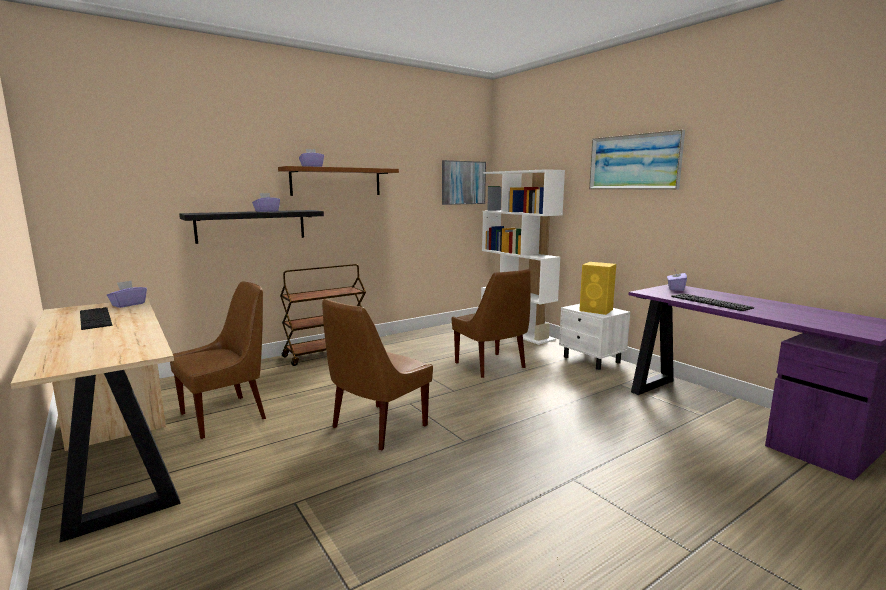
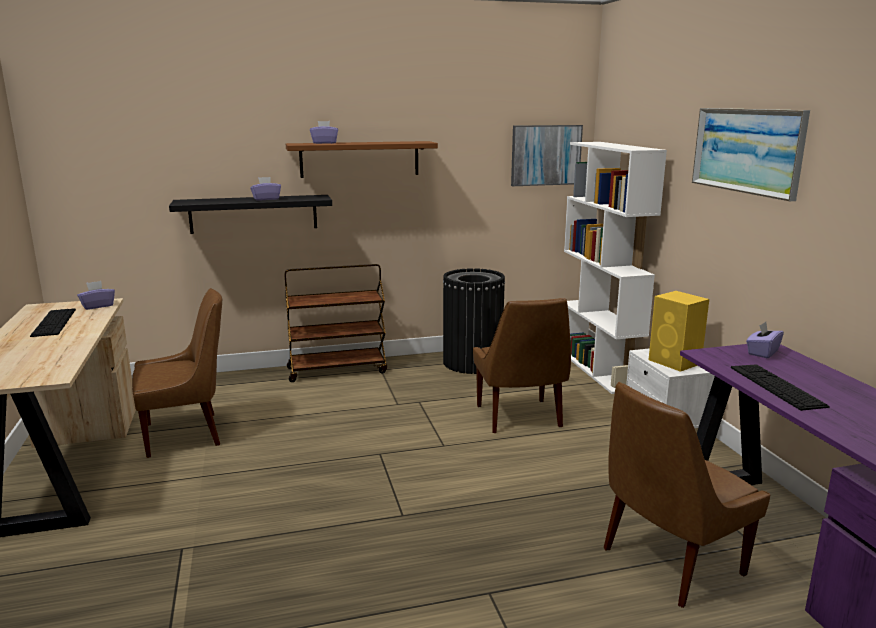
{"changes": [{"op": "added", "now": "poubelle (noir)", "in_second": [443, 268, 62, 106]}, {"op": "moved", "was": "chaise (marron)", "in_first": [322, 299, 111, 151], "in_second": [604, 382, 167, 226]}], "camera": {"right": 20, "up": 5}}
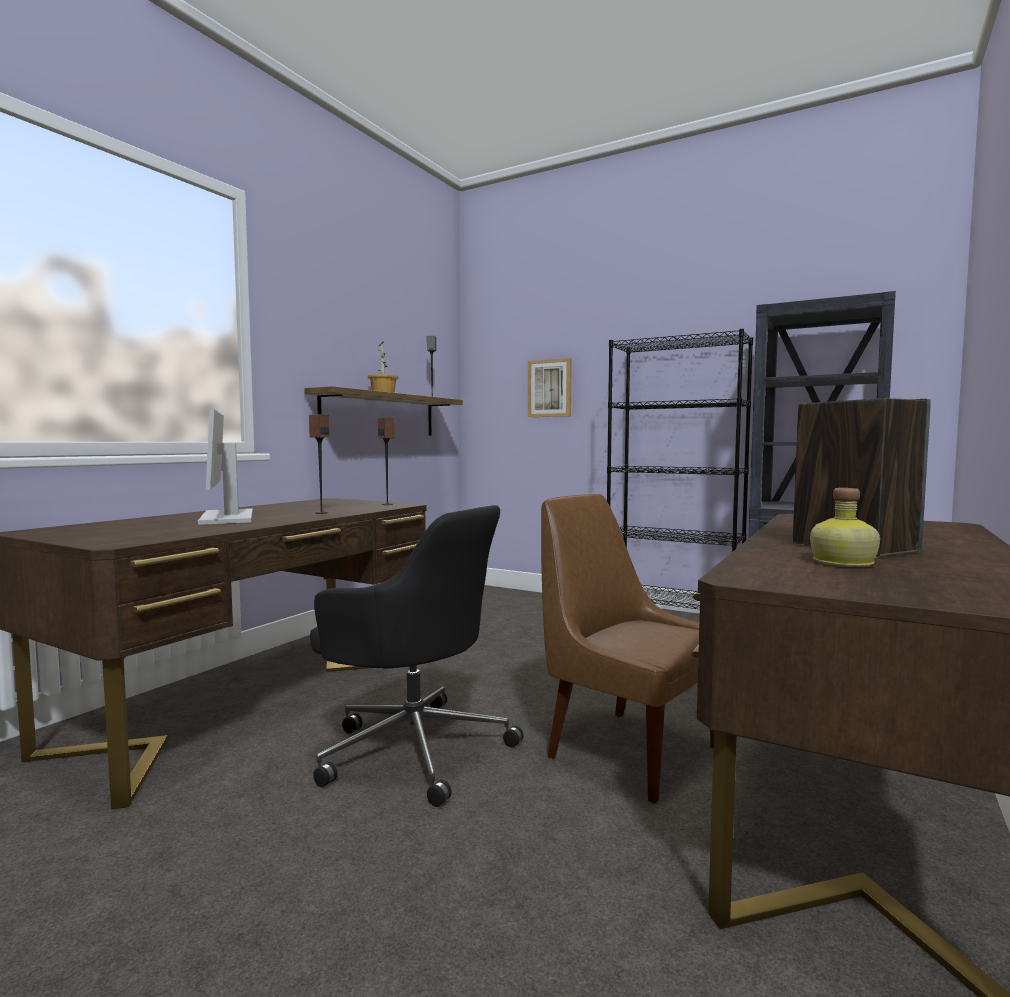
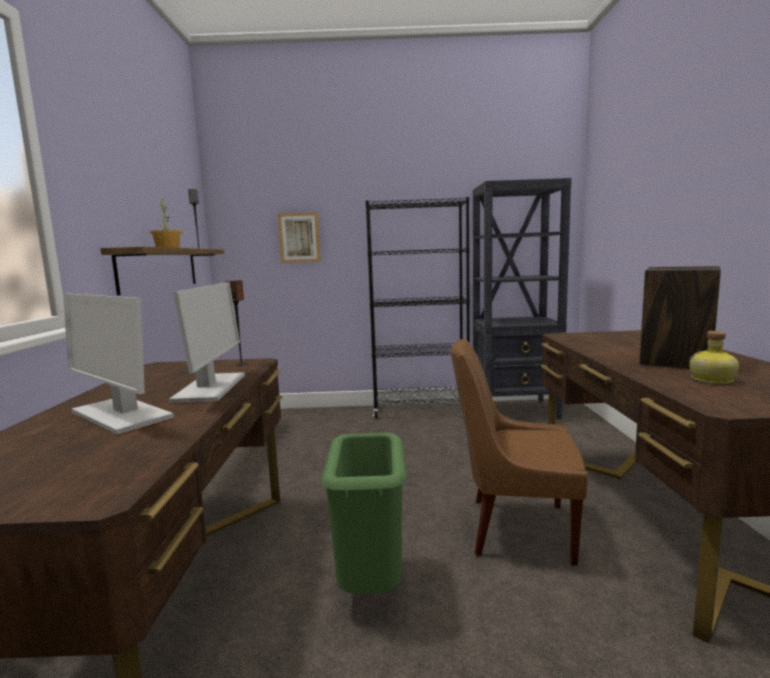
{"changes": [{"op": "replaced", "was": "enceinte", "now": "écran d'ordinateur", "in_first": [309, 414, 20, 100], "in_second": [169, 282, 76, 121]}, {"op": "replaced", "was": "chaise de bureau (noir)", "now": "poubelle (vert)", "in_first": [310, 505, 214, 302], "in_second": [321, 433, 86, 161]}], "camera": {"right": -30, "up": 5}}
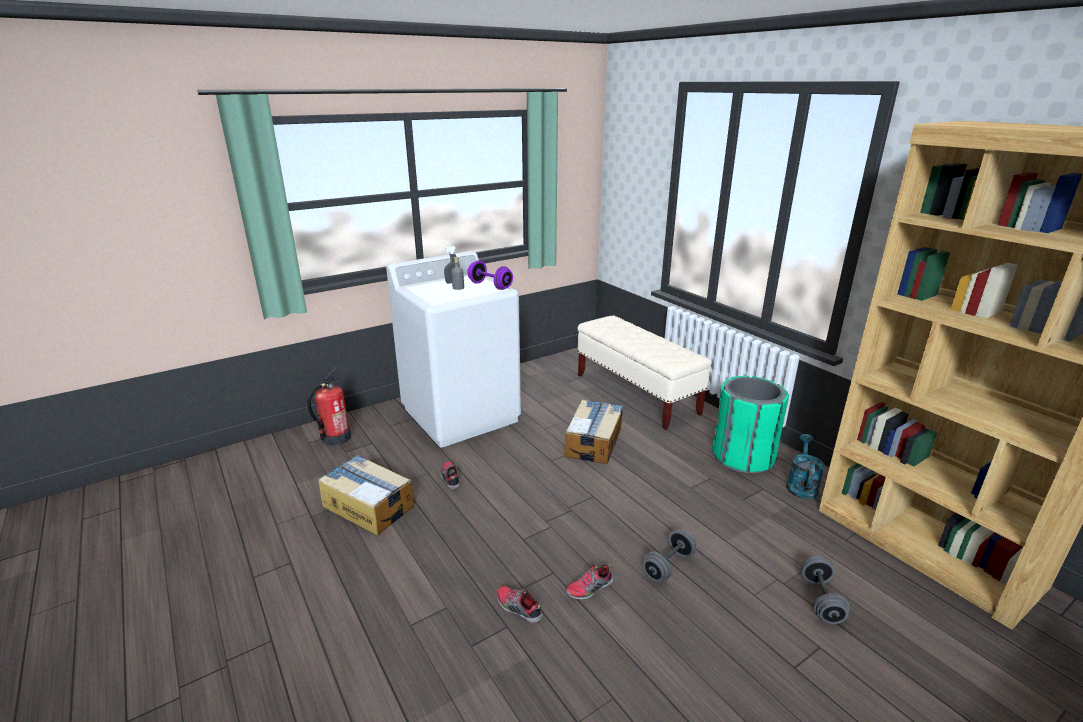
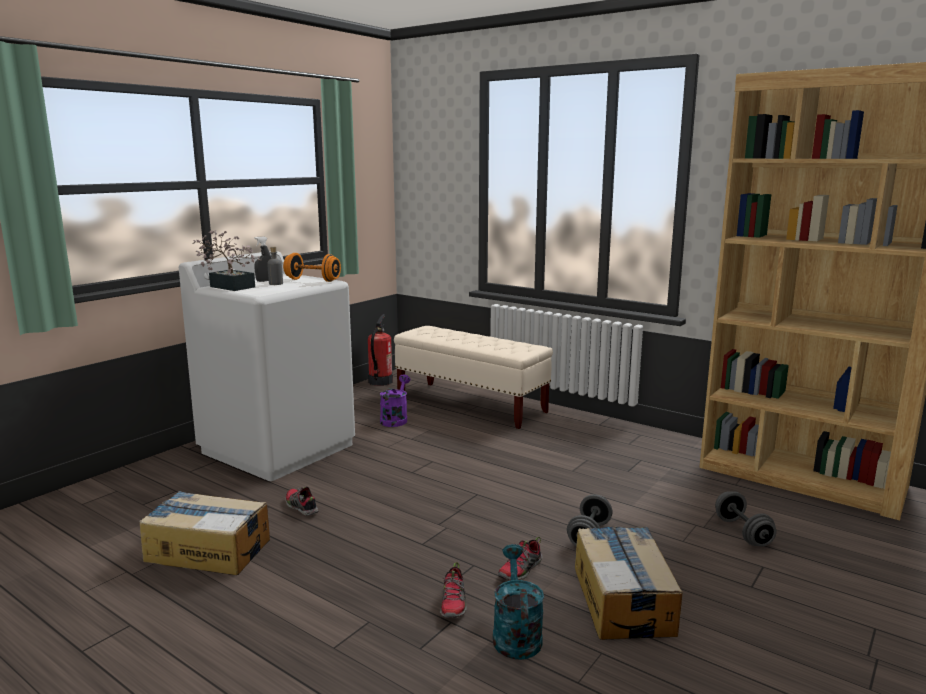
{"changes": [{"op": "removed", "was": "poubelle (vert)", "in_first": [712, 376, 77, 97]}, {"op": "added", "now": "plante en pot", "in_second": [193, 230, 68, 61]}, {"op": "added", "now": "arrosoir (violet)", "in_second": [380, 374, 30, 53]}, {"op": "moved", "was": "extincteur", "in_first": [307, 365, 44, 81], "in_second": [368, 314, 25, 72]}, {"op": "moved", "was": "carton", "in_first": [564, 400, 59, 64], "in_second": [575, 526, 107, 114]}, {"op": "moved", "was": "arrosoir (turquoise)", "in_first": [786, 434, 39, 65], "in_second": [493, 544, 51, 116]}, {"op": "recoloured", "was": "haltère (violet)", "now": "haltère (orange)", "in_first": [467, 260, 46, 30], "in_second": [283, 253, 58, 29]}, {"op": "turned", "was": "chaussure", "in_first": [496, 586, 47, 37], "in_second": [440, 562, 27, 56], "clockwise": -105}], "camera": {"right": -20, "up": -10}}
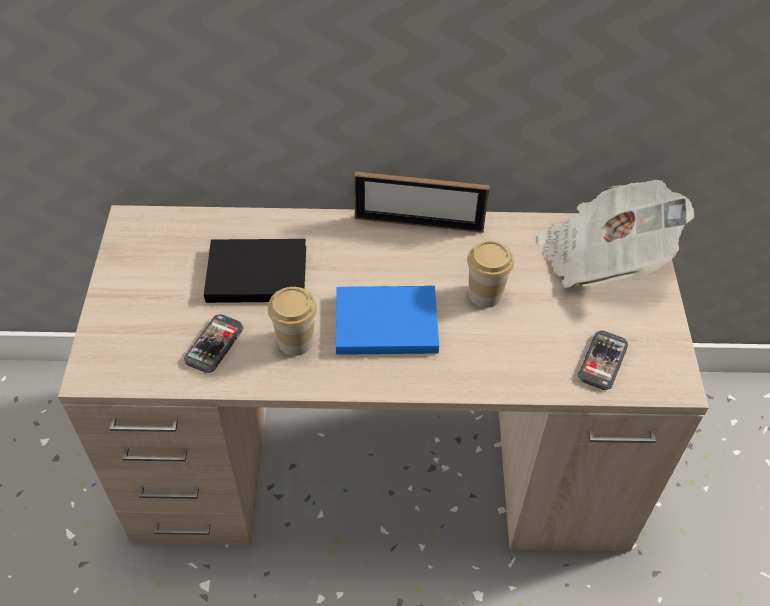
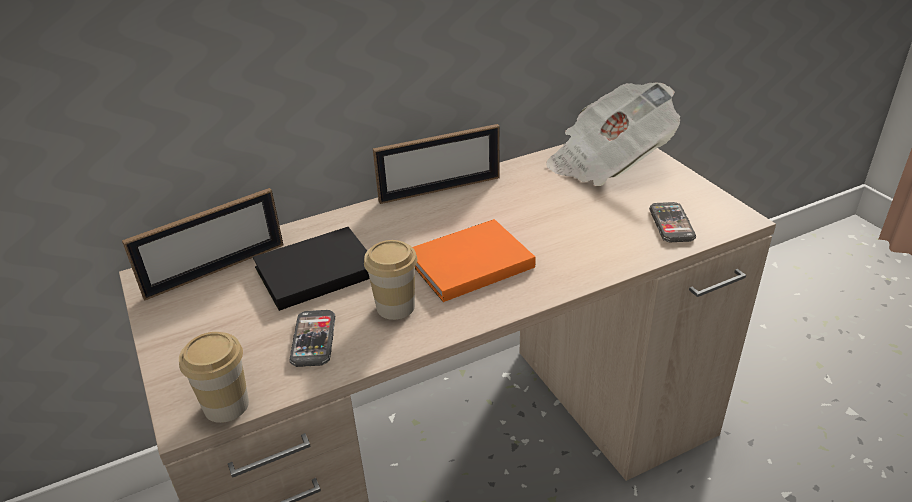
{"changes": [{"op": "added", "now": "cadre photo", "in_second": [122, 188, 161, 112]}, {"op": "moved", "was": "tasse", "in_first": [467, 241, 47, 67], "in_second": [179, 332, 70, 91]}, {"op": "recoloured", "was": "livre (bleu)", "now": "livre (orange)", "in_first": [336, 286, 103, 69], "in_second": [413, 219, 123, 83]}], "camera": {"right": -25, "up": -15}}
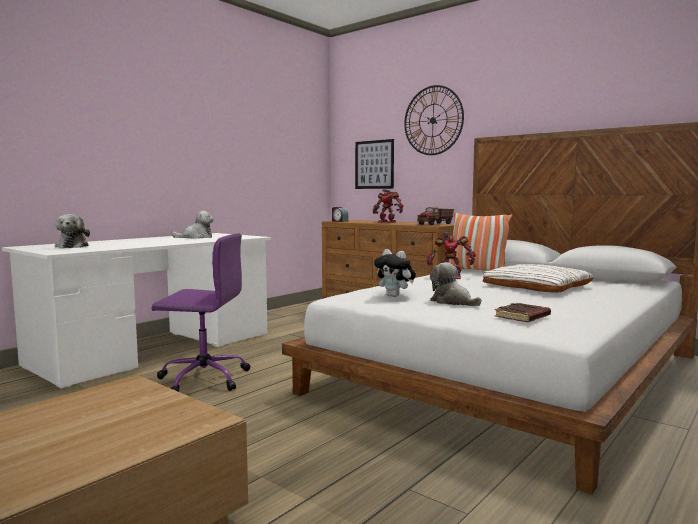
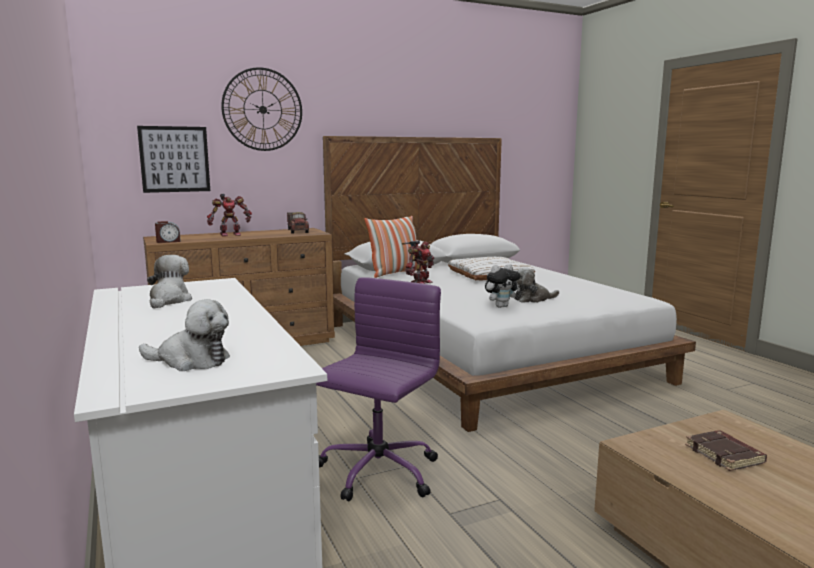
{"changes": [{"op": "moved", "was": "livre (marron)", "in_first": [495, 303, 56, 19], "in_second": [685, 430, 82, 41]}], "camera": {"right": -65, "up": 5}}
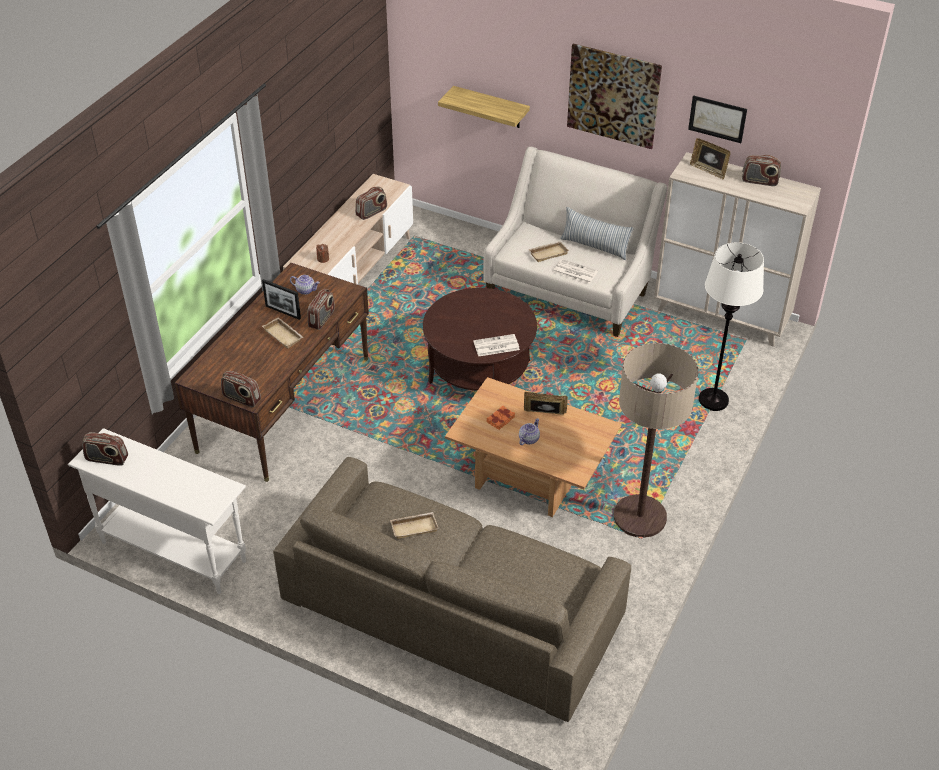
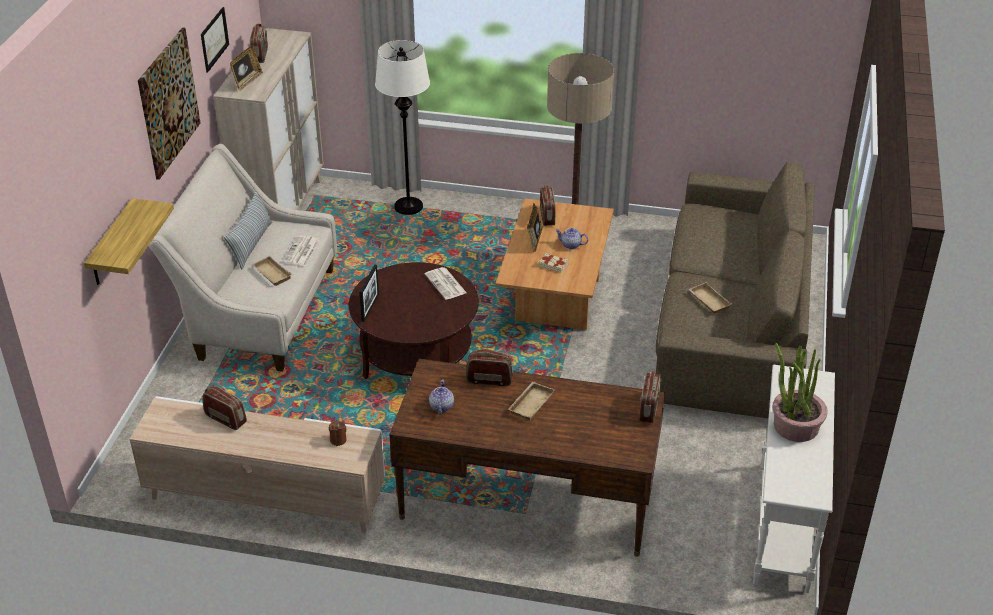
{"changes": [{"op": "added", "now": "plante en pot", "in_second": [773, 343, 55, 99]}, {"op": "moved", "was": "radio", "in_first": [82, 432, 46, 34], "in_second": [540, 185, 16, 41]}, {"op": "moved", "was": "cadre photo", "in_first": [262, 279, 39, 41], "in_second": [359, 264, 20, 58]}, {"op": "recoloured", "was": "livre (orange)", "now": "livre (beige)", "in_first": [487, 405, 28, 25], "in_second": [539, 253, 29, 20]}], "camera": {"right": -105, "up": -5}}
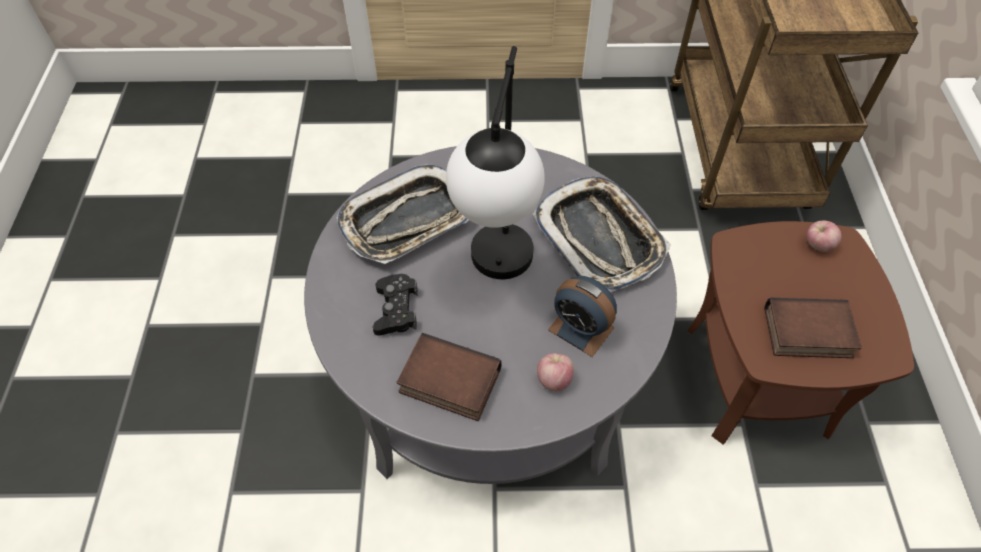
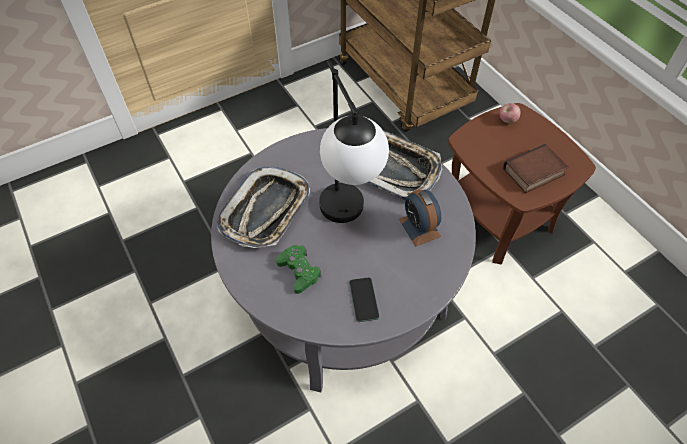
{"changes": [{"op": "removed", "was": "pomme", "in_first": [537, 353, 37, 38]}, {"op": "replaced", "was": "livre", "now": "téléphone", "in_first": [397, 333, 105, 88], "in_second": [349, 277, 31, 45]}, {"op": "recoloured", "was": "manette (noir)", "now": "manette (vert)", "in_first": [373, 274, 45, 62], "in_second": [276, 245, 46, 49]}, {"op": "turned", "was": "réveil", "in_first": [548, 276, 69, 81], "in_second": [399, 189, 42, 58], "clockwise": 60}], "camera": {"right": -30, "up": 0}}
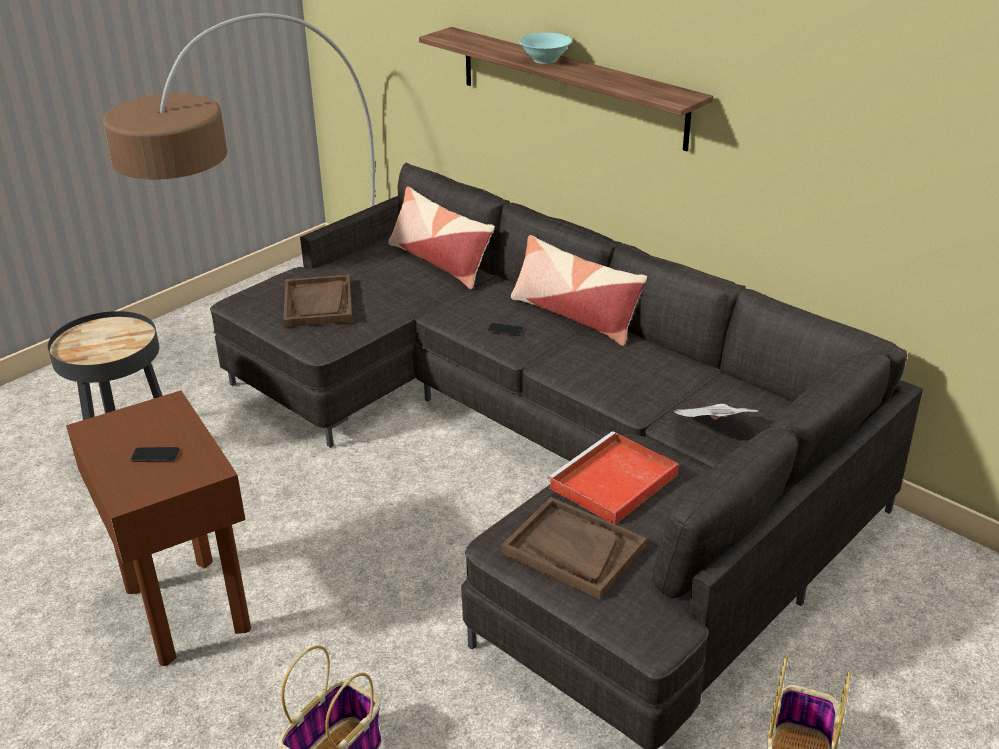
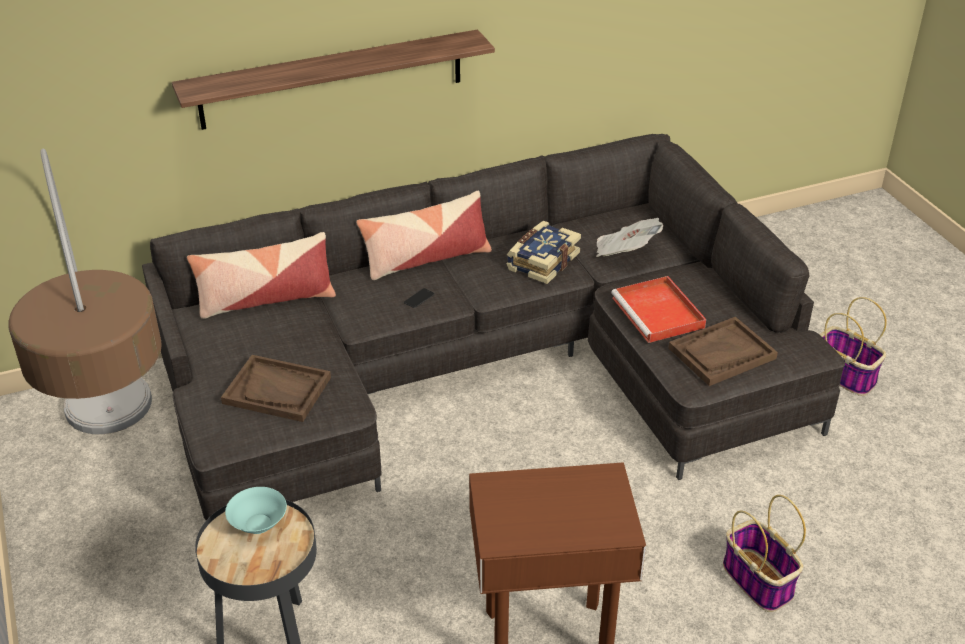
{"changes": [{"op": "removed", "was": "téléphone", "in_first": [131, 447, 49, 15]}, {"op": "added", "now": "livre", "in_second": [507, 221, 74, 63]}, {"op": "moved", "was": "bol (turquoise)", "in_first": [519, 33, 53, 31], "in_second": [225, 487, 62, 47]}], "camera": {"right": -65, "up": 5}}
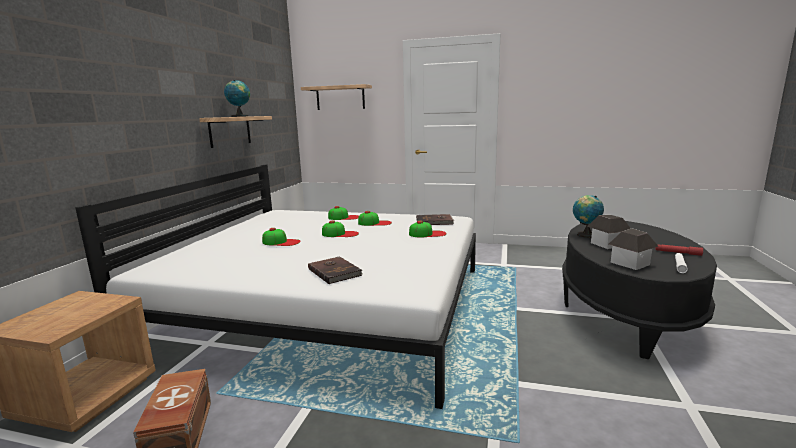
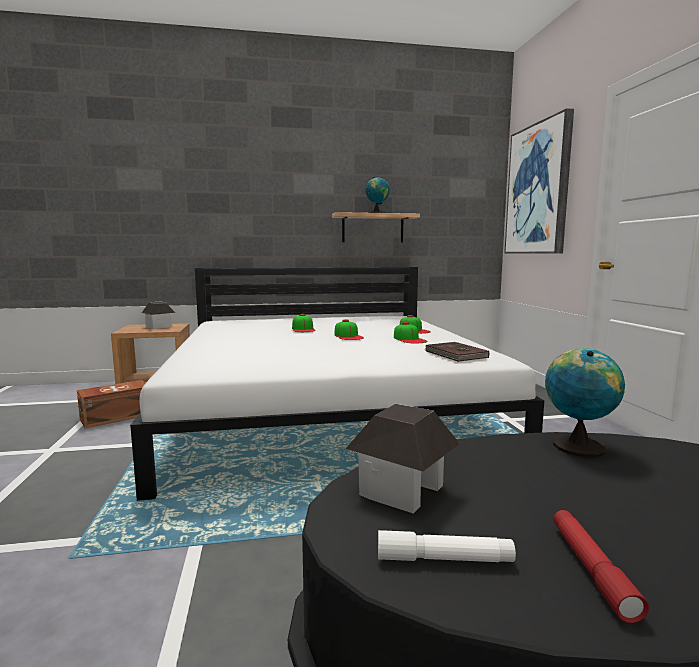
{"changes": [{"op": "removed", "was": "livre (marron)", "in_first": [308, 256, 54, 28]}, {"op": "removed", "was": "casquette", "in_first": [409, 221, 38, 16]}, {"op": "moved", "was": "maison miniature", "in_first": [587, 215, 44, 34], "in_second": [142, 301, 33, 28]}, {"op": "replaced", "was": "étagère", "now": "tableau", "in_first": [301, 84, 71, 26], "in_second": [504, 108, 70, 146]}], "camera": {"right": 65, "up": -5}}
